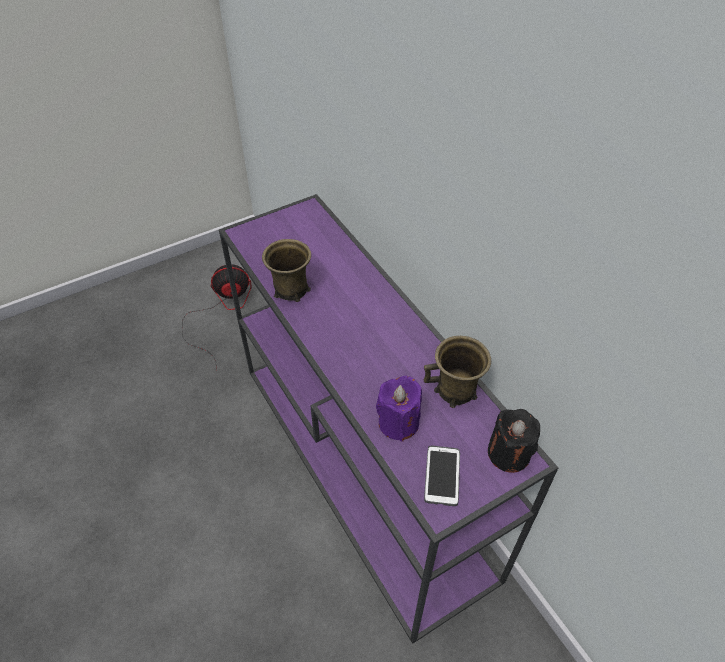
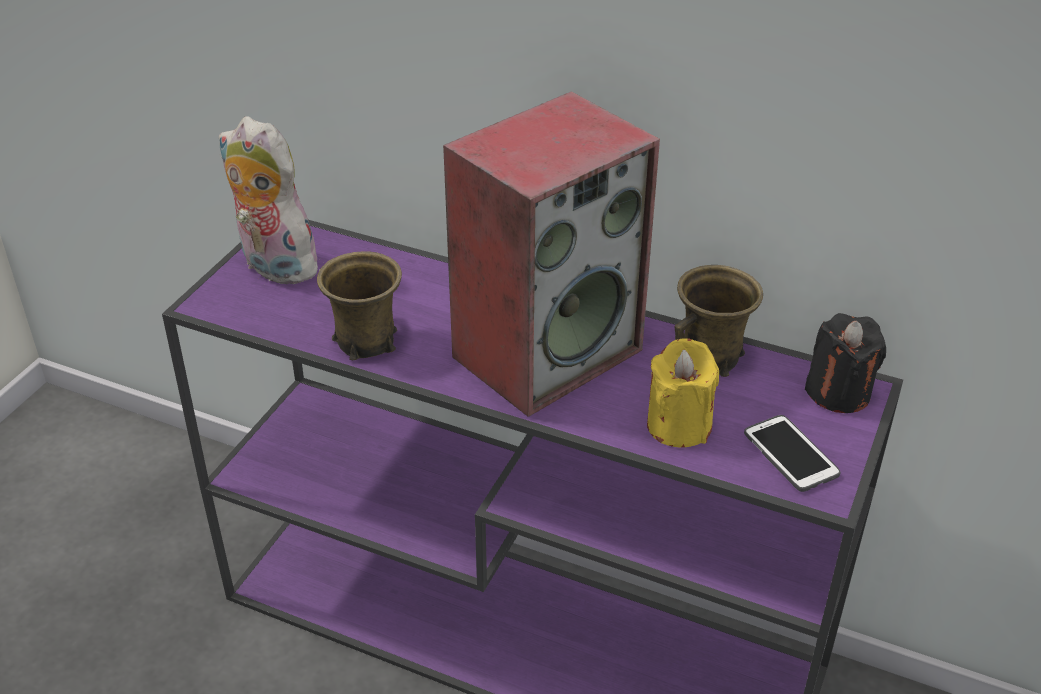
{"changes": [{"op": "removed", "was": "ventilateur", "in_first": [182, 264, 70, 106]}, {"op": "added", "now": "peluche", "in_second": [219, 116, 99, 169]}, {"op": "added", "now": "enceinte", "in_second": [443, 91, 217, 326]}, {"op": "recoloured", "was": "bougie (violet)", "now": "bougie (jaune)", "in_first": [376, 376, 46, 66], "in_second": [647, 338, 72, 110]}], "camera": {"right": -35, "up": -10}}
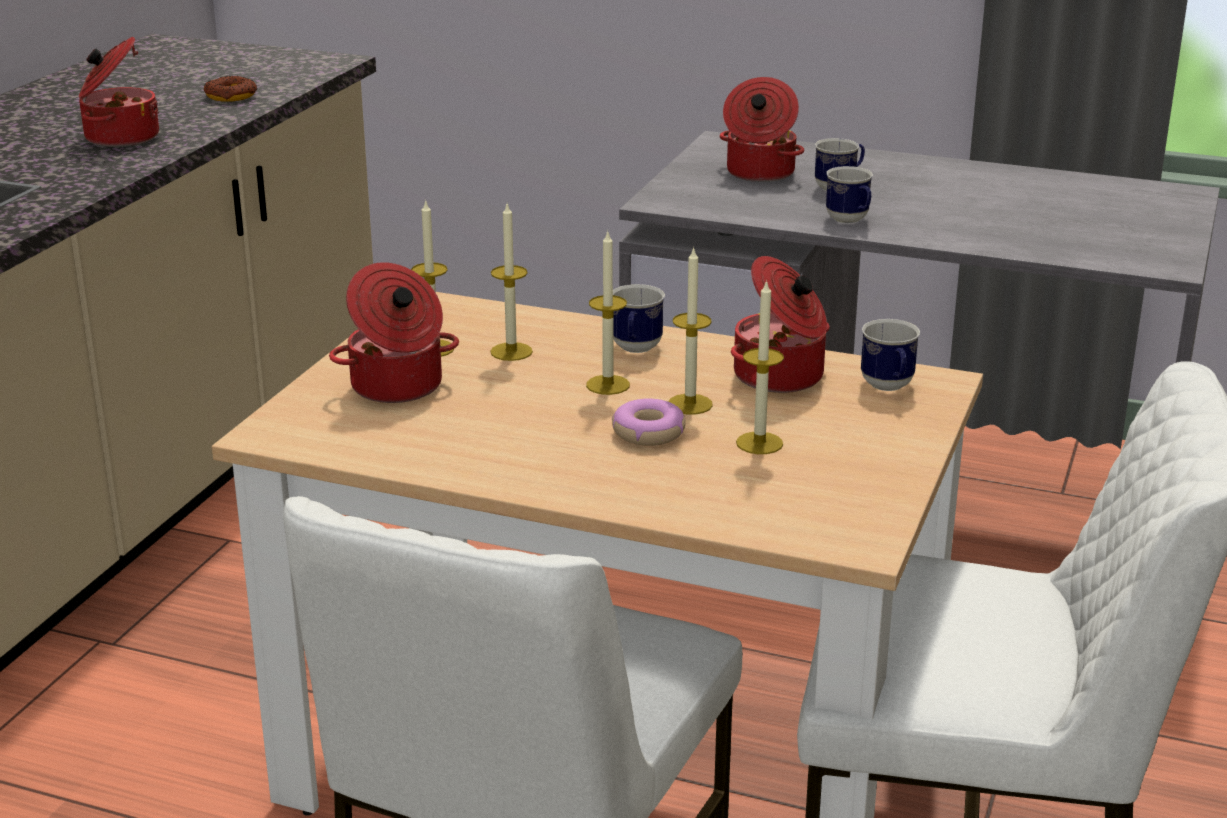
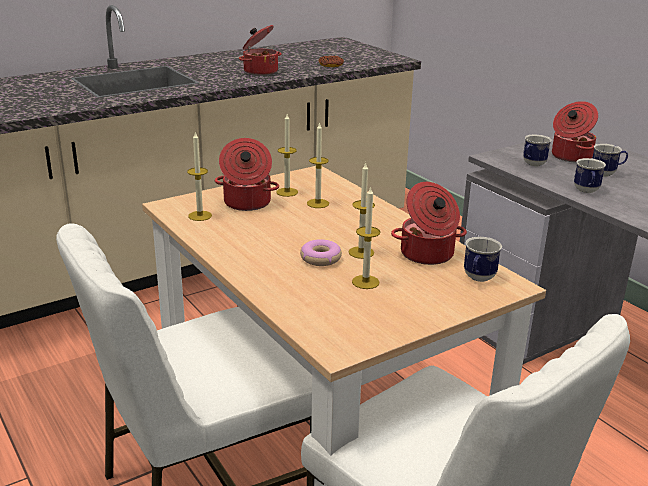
{"changes": [{"op": "moved", "was": "bougie", "in_first": [586, 231, 44, 164], "in_second": [187, 131, 25, 90]}, {"op": "moved", "was": "mug", "in_first": [613, 284, 52, 69], "in_second": [523, 134, 28, 32]}], "camera": {"right": 35, "up": 0}}
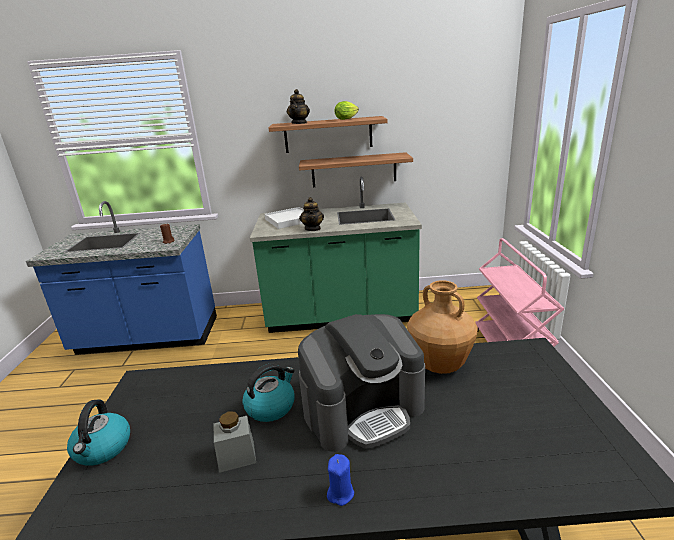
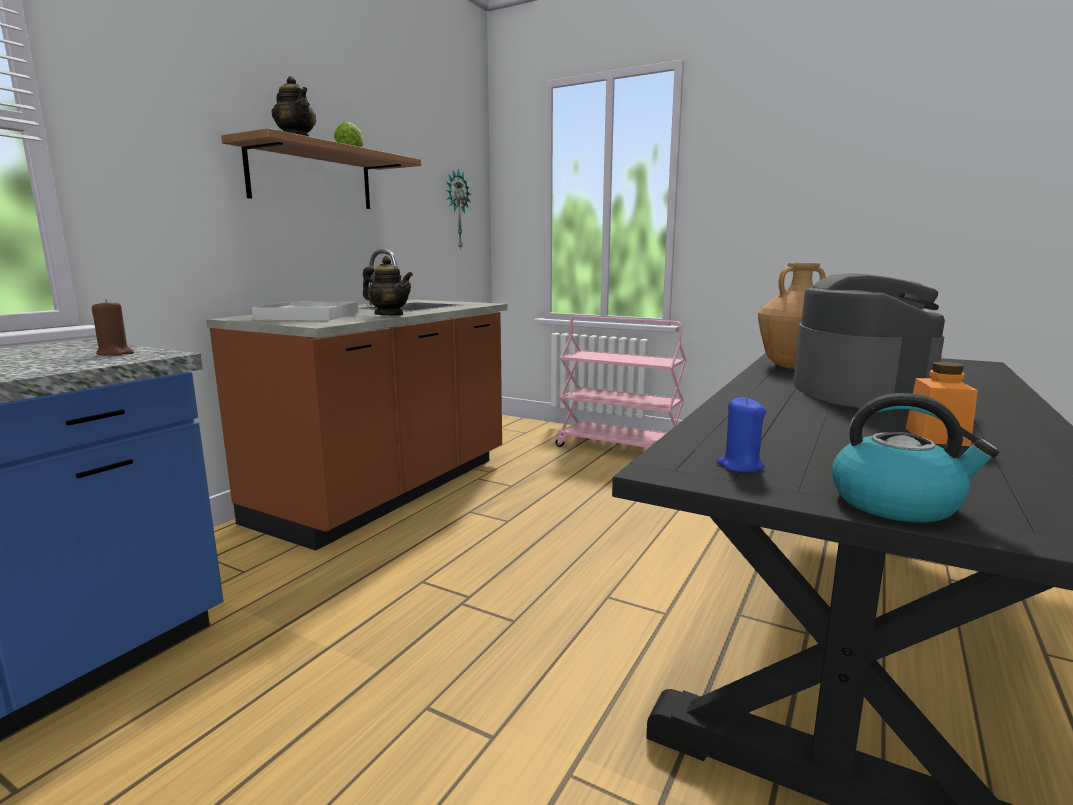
{"changes": [{"op": "removed", "was": "bouilloire", "in_first": [242, 363, 53, 59]}, {"op": "removed", "was": "étagère", "in_first": [299, 152, 114, 35]}, {"op": "added", "now": "horloge murale", "in_second": [446, 169, 25, 82]}, {"op": "moved", "was": "bougie (bleu)", "in_first": [327, 454, 27, 52], "in_second": [717, 397, 49, 75]}, {"op": "recoloured", "was": "bocal (gris)", "now": "bocal (orange)", "in_first": [214, 411, 42, 62], "in_second": [906, 362, 72, 84]}, {"op": "recoloured", "was": "comptoir de cuisine (vert)", "now": "comptoir de cuisine (marron)", "in_first": [250, 177, 172, 156], "in_second": [206, 249, 302, 302]}], "camera": {"right": -60, "up": -10}}
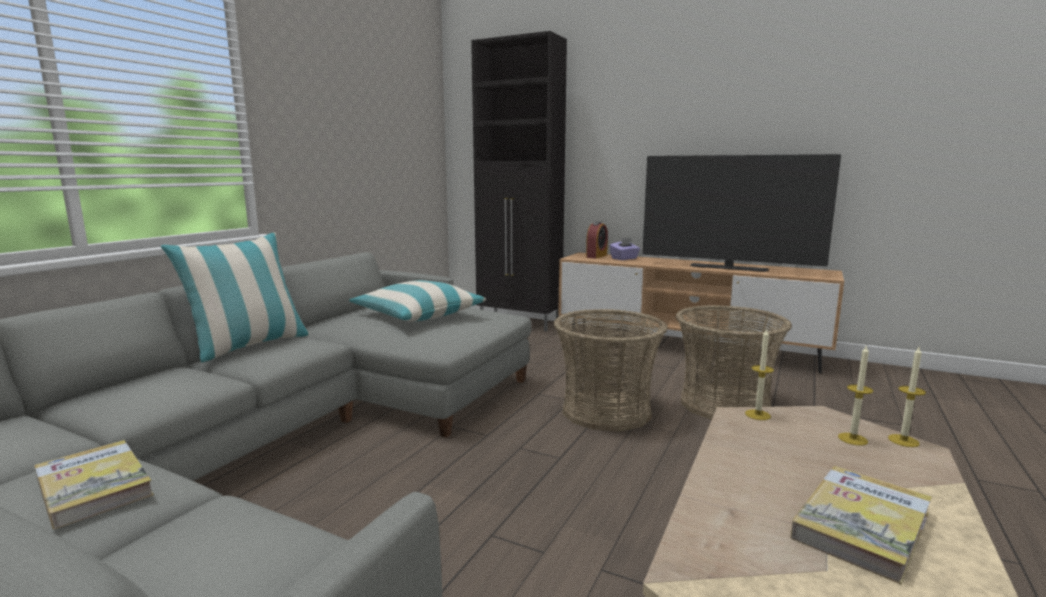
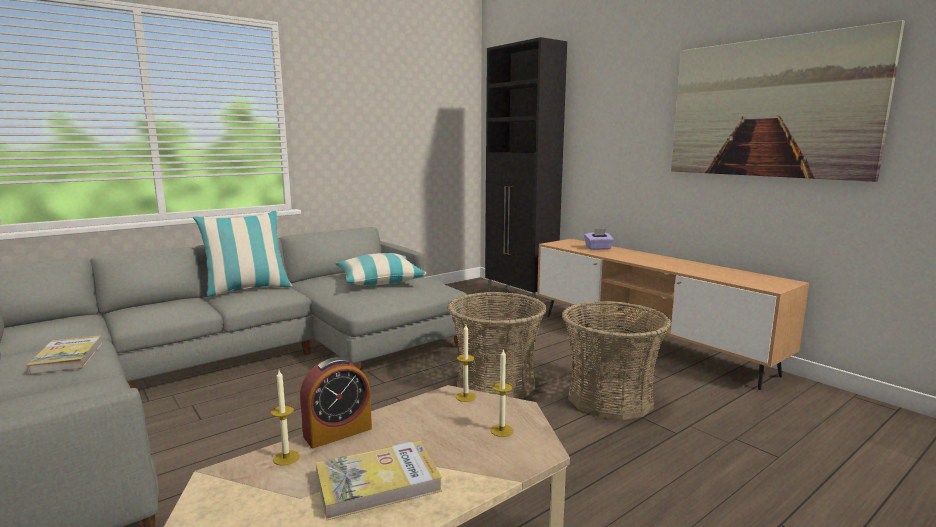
{"changes": [{"op": "removed", "was": "téléviseur", "in_first": [643, 154, 198, 118]}, {"op": "added", "now": "tableau", "in_second": [671, 20, 234, 162]}, {"op": "moved", "was": "réveil", "in_first": [586, 222, 22, 37], "in_second": [300, 357, 72, 91]}, {"op": "moved", "was": "bougie", "in_first": [888, 347, 38, 100], "in_second": [271, 370, 29, 96]}], "camera": {"right": 25, "up": 0}}
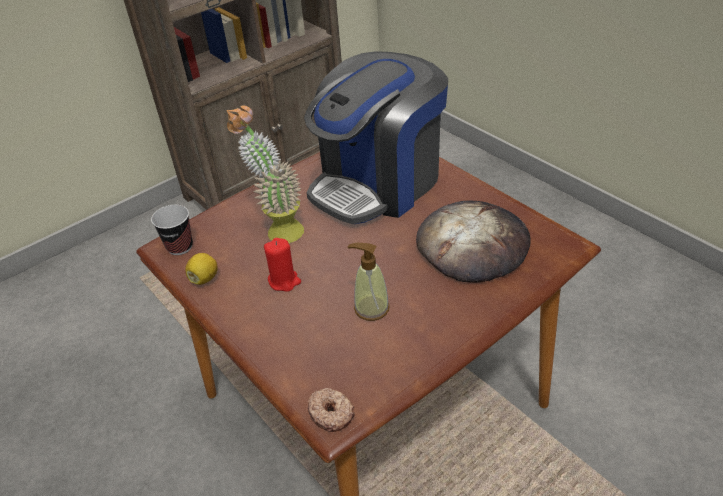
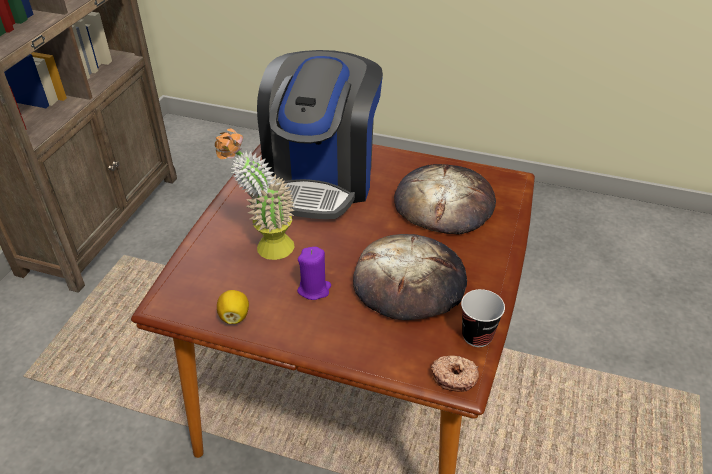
{"changes": [{"op": "moved", "was": "tasse", "in_first": [151, 205, 42, 50], "in_second": [461, 289, 44, 58]}, {"op": "replaced", "was": "distributeur de savon", "now": "pain", "in_first": [347, 243, 43, 78], "in_second": [353, 234, 114, 86]}, {"op": "recoloured", "was": "bougie (rouge)", "now": "bougie (violet)", "in_first": [264, 238, 37, 54], "in_second": [297, 247, 34, 53]}], "camera": {"right": -35, "up": 0}}
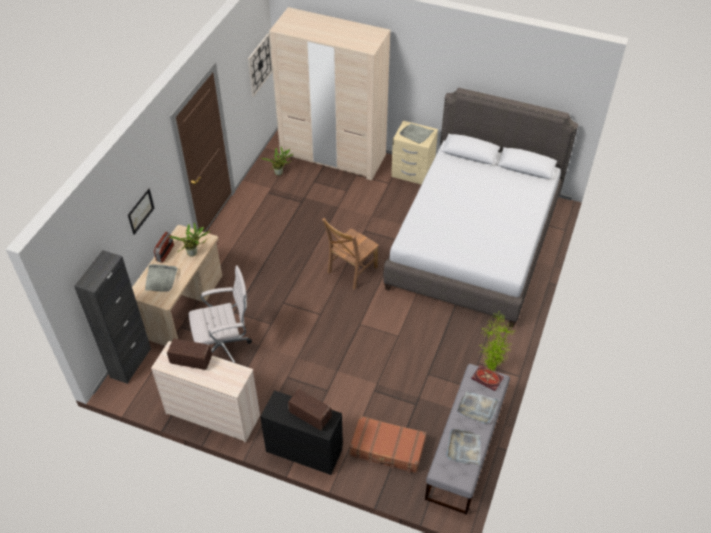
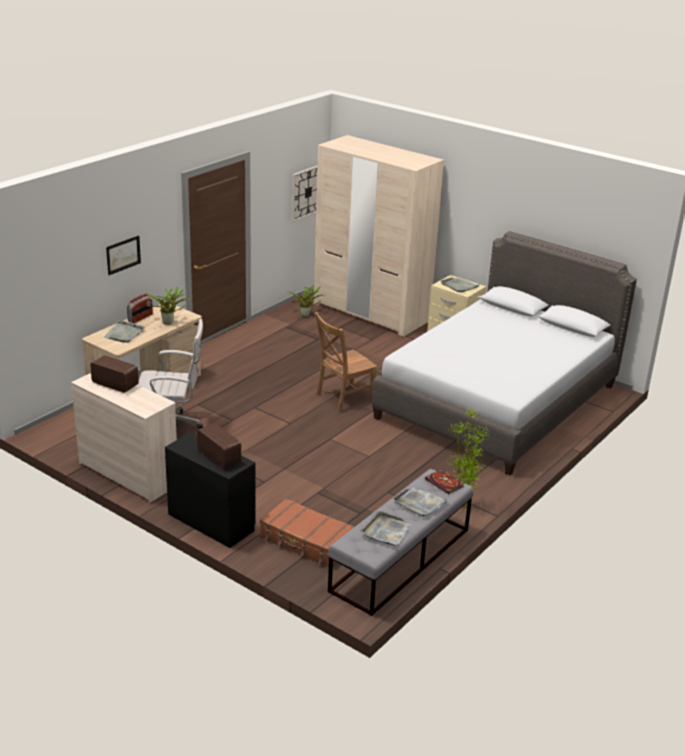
{"changes": [{"op": "removed", "was": "meuble de rangement (noir)", "in_first": [74, 250, 77, 134]}], "camera": {"right": 15, "up": -20}}
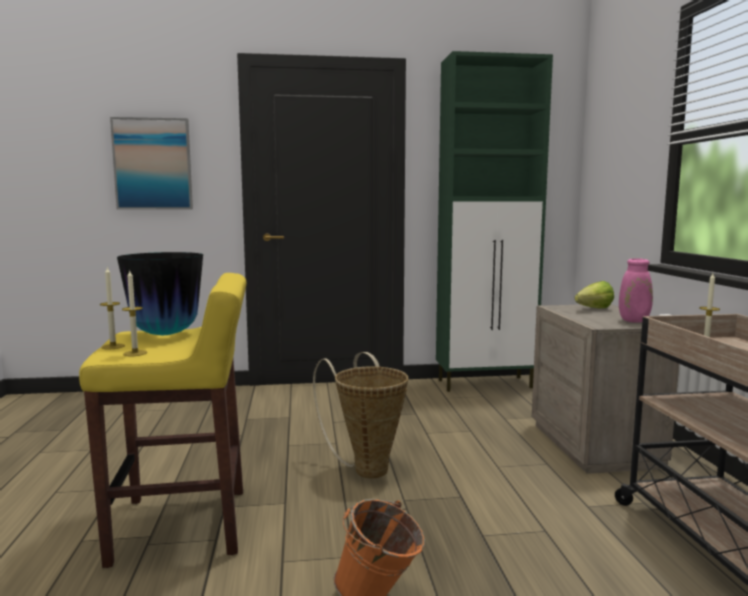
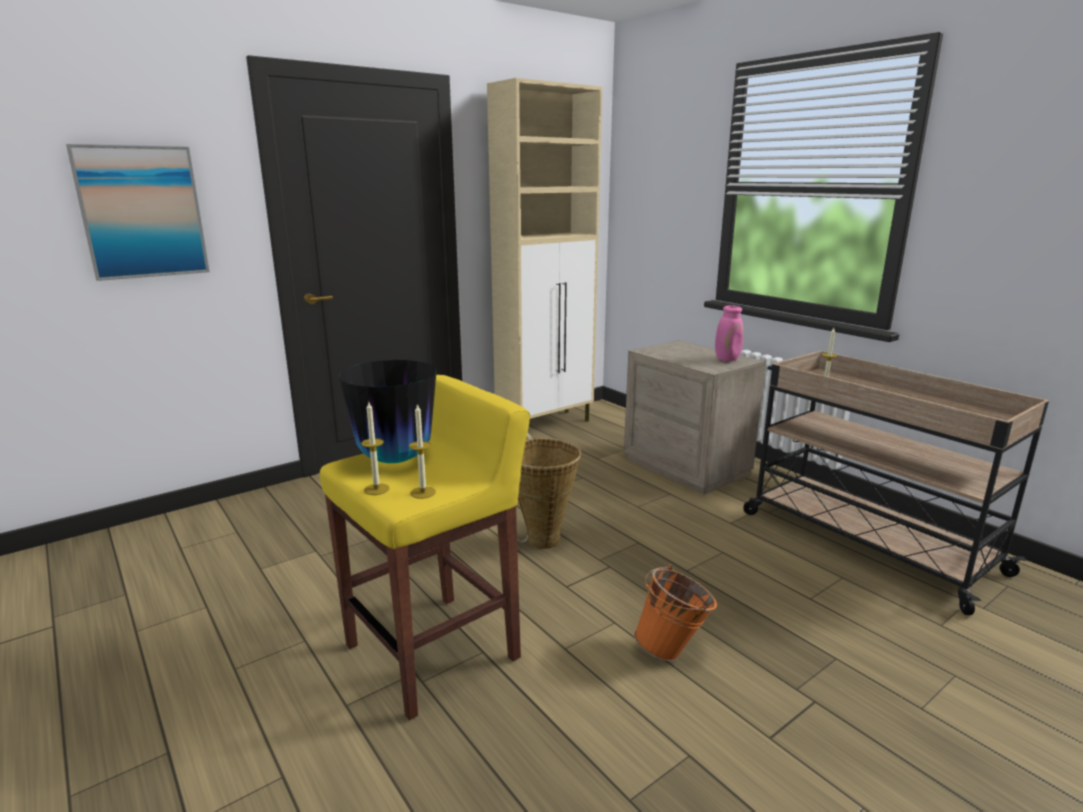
{"changes": [{"op": "removed", "was": "laitue", "in_first": [575, 281, 39, 27]}, {"op": "recoloured", "was": "meuble de rangement (vert)", "now": "meuble de rangement (beige)", "in_first": [436, 51, 117, 341], "in_second": [487, 78, 116, 344]}], "camera": {"right": -30, "up": 10}}
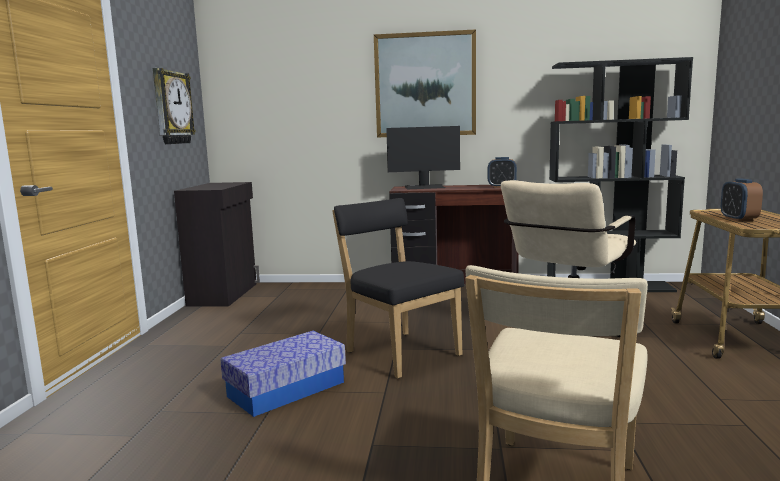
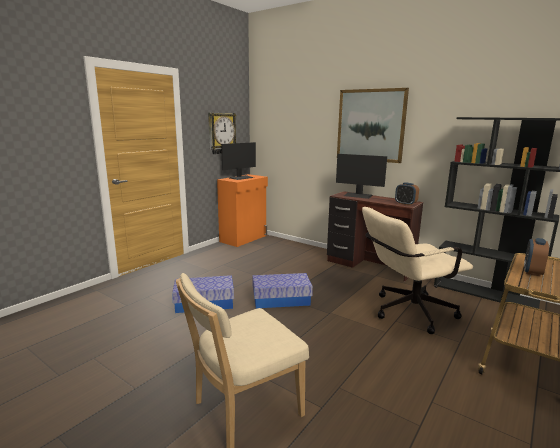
{"changes": [{"op": "added", "now": "écran d'ordinateur", "in_second": [221, 142, 35, 38]}, {"op": "replaced", "was": "chaise (noir)", "now": "boîte de rangement", "in_first": [332, 198, 132, 181], "in_second": [252, 273, 61, 35]}, {"op": "recoloured", "was": "meuble de rangement (noir)", "now": "meuble de rangement (orange)", "in_first": [174, 182, 86, 125], "in_second": [217, 174, 51, 73]}], "camera": {"right": 30, "up": 5}}
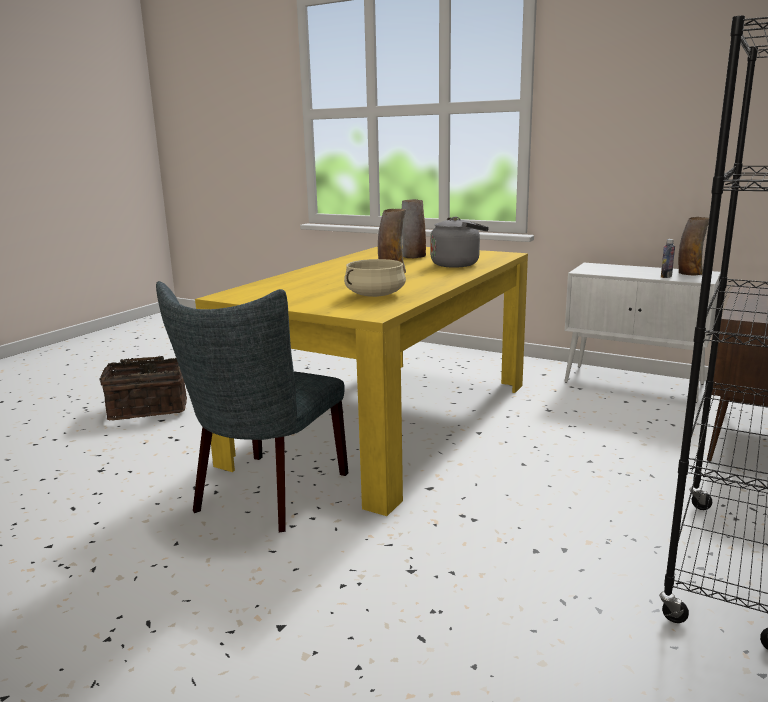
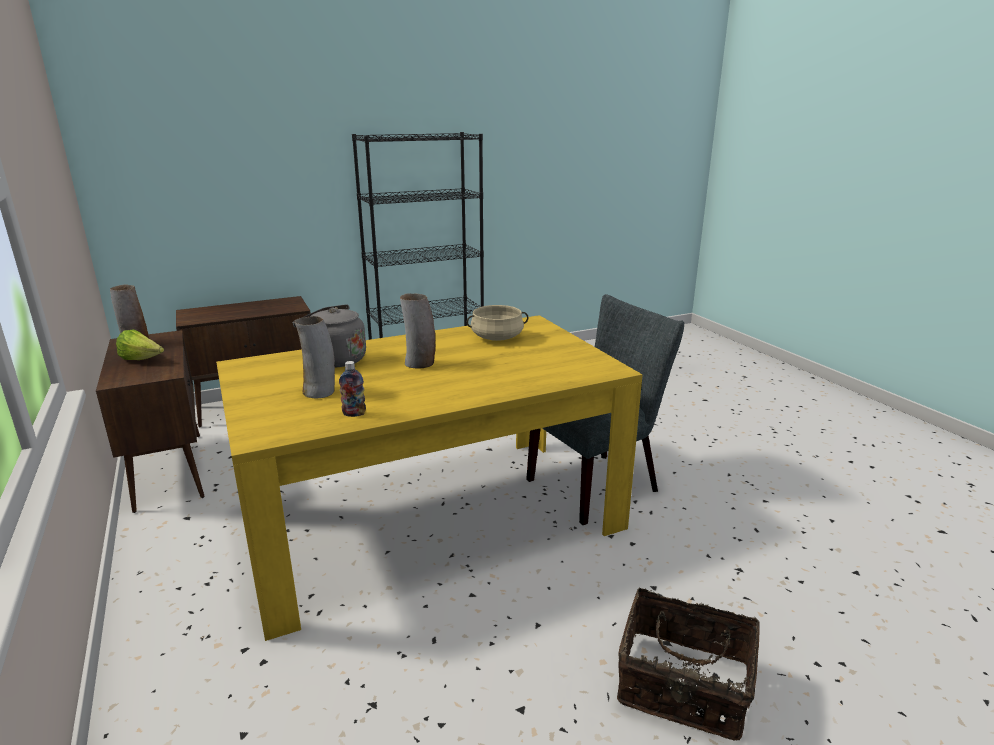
{"changes": [{"op": "added", "now": "laitue", "in_second": [116, 329, 48, 31]}, {"op": "moved", "was": "bouteille", "in_first": [661, 239, 14, 39], "in_second": [339, 361, 27, 56]}, {"op": "recoloured", "was": "meuble de rangement (blanc)", "now": "meuble de rangement (marron)", "in_first": [565, 263, 156, 140], "in_second": [96, 330, 108, 183]}], "camera": {"right": -145, "up": 5}}
